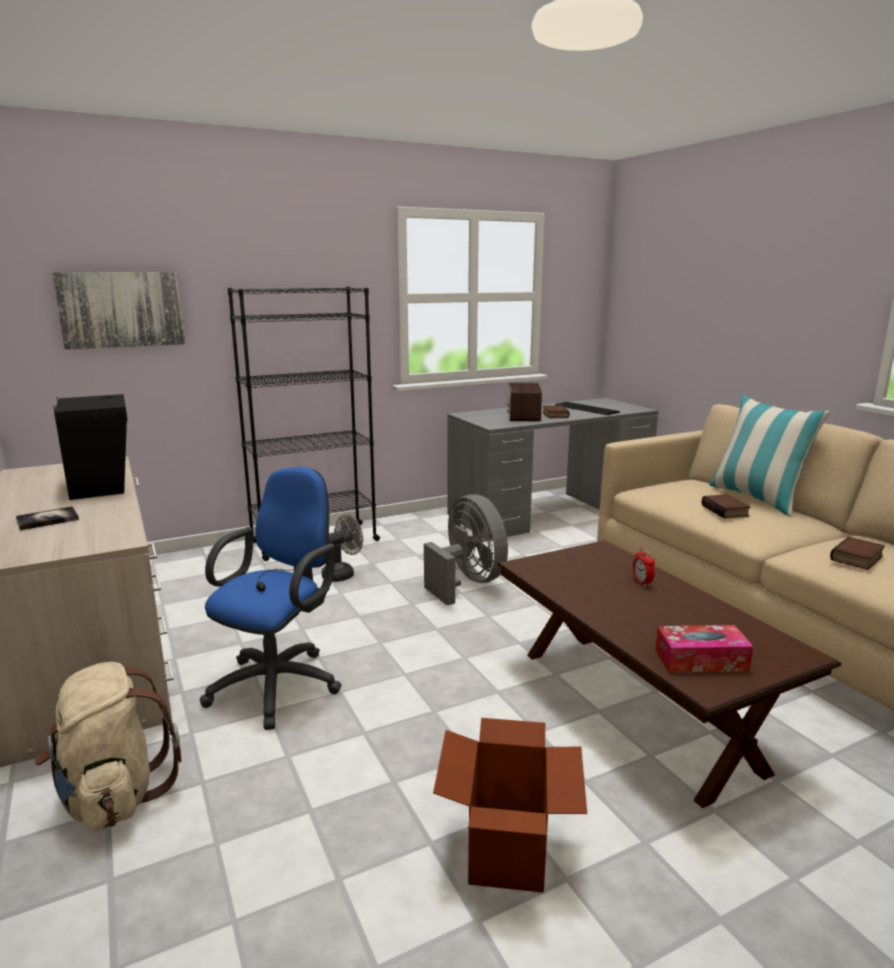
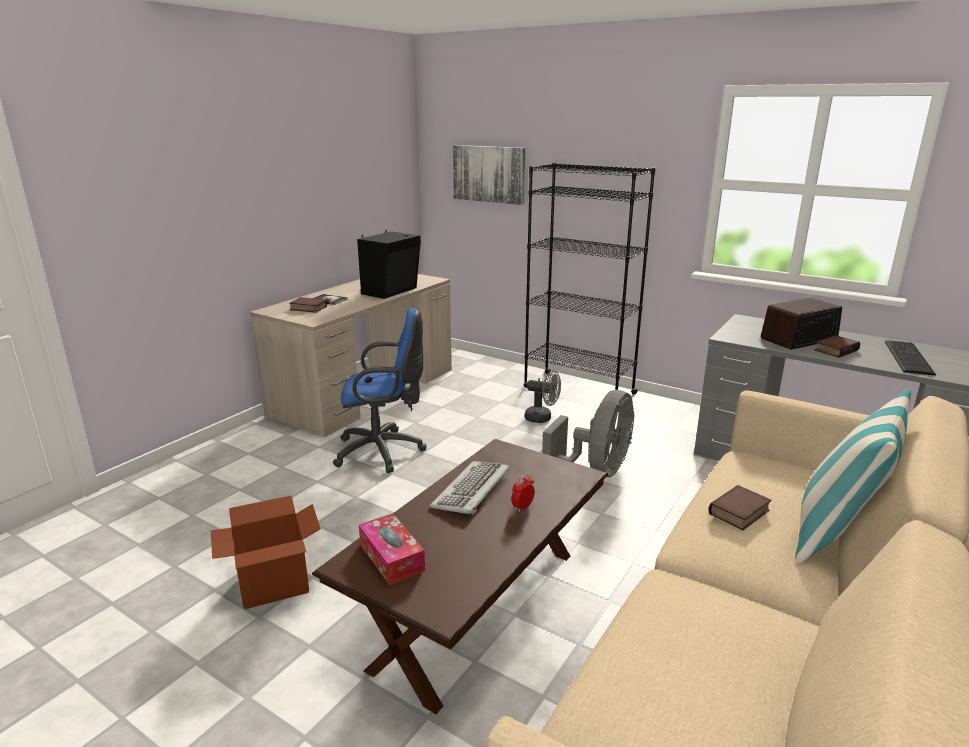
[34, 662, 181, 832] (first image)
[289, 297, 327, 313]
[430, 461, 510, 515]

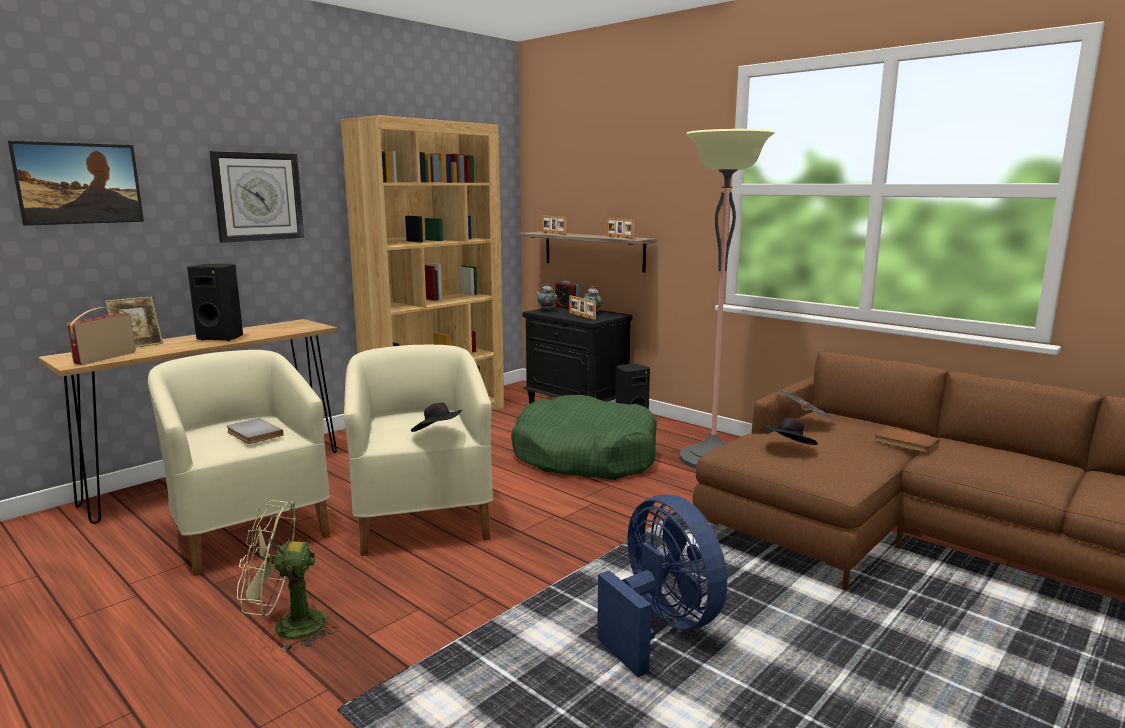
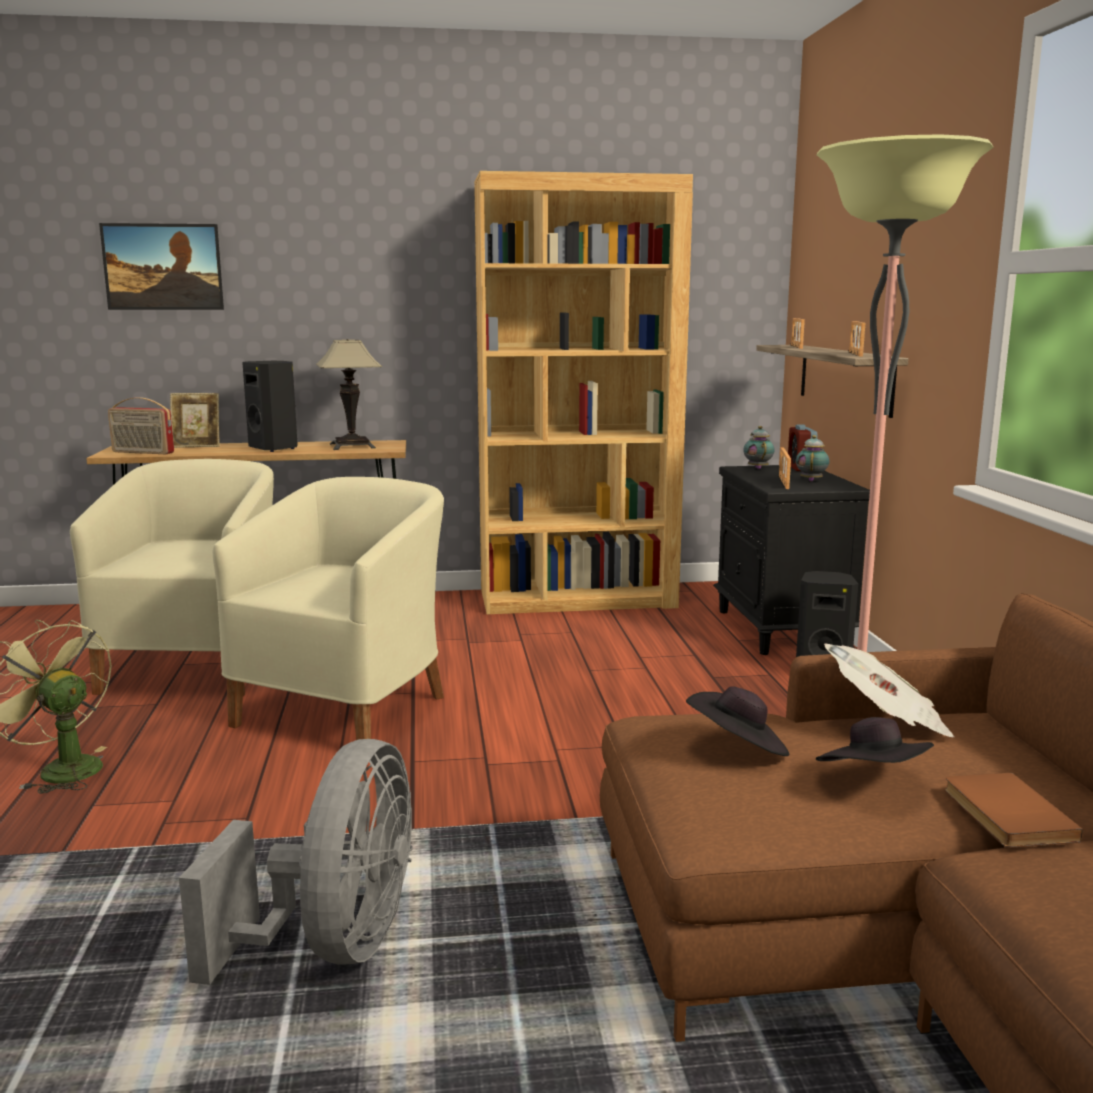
[108, 397, 174, 454]
[209, 151, 304, 243] (first image)
[226, 418, 284, 444] (first image)
[816, 717, 934, 763]
[511, 395, 657, 480] (first image)
[179, 739, 413, 985]
[316, 339, 382, 450]

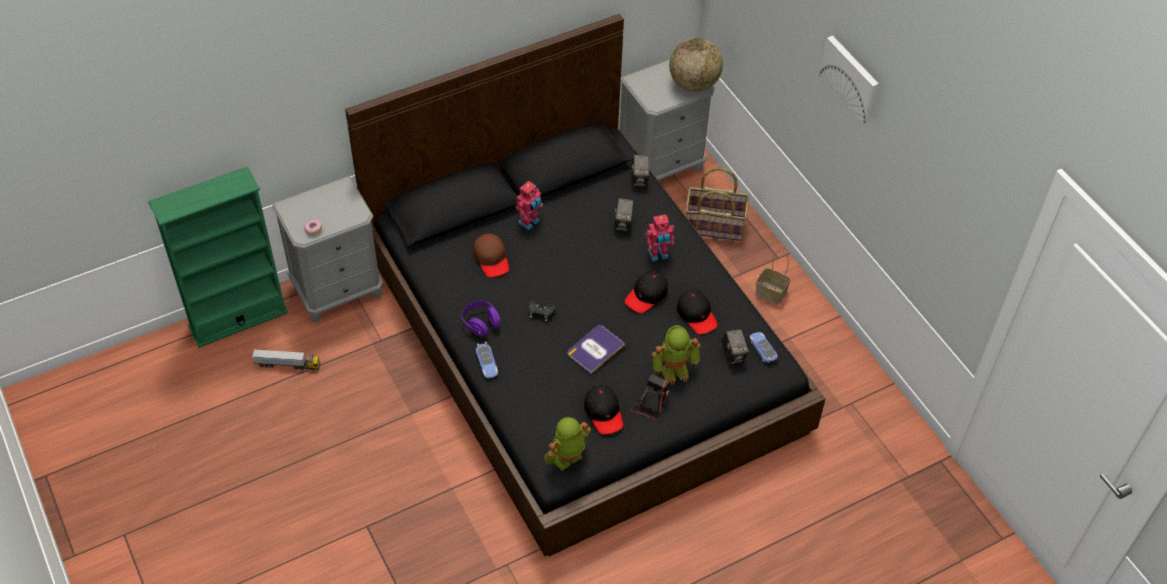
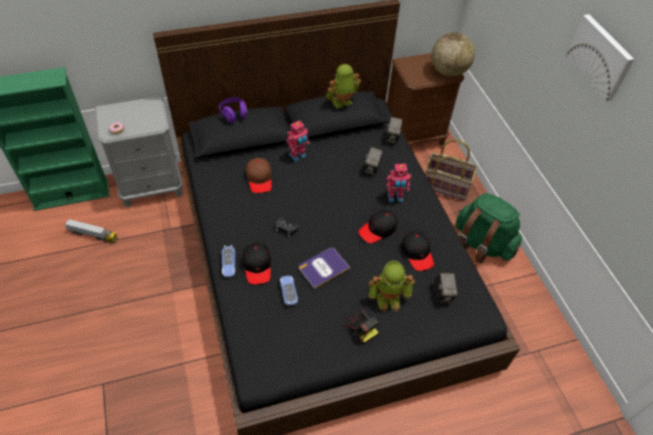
[219, 97, 247, 122]
[326, 64, 361, 109]
[242, 242, 271, 284]
[387, 53, 465, 146]
[343, 309, 379, 344]
[280, 276, 298, 306]
[456, 193, 522, 263]

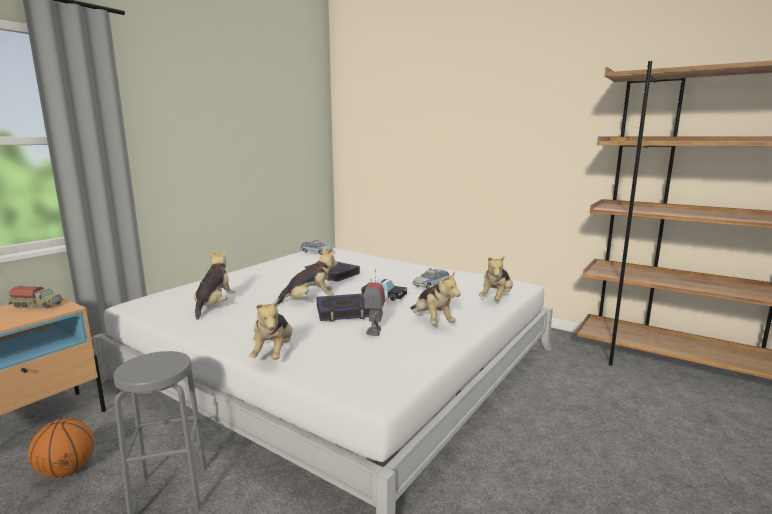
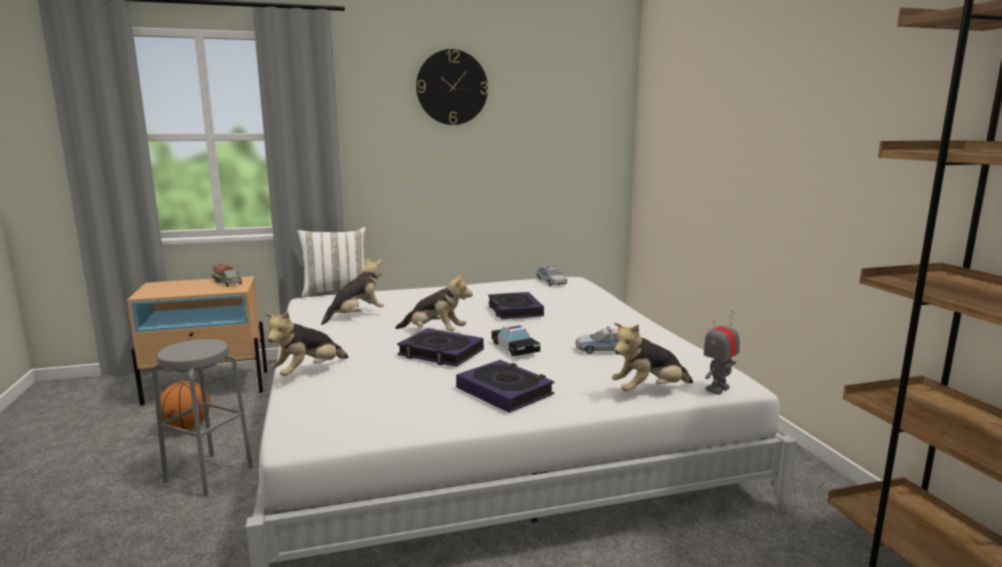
[704, 311, 740, 395]
[456, 360, 554, 413]
[297, 227, 366, 298]
[416, 49, 488, 125]

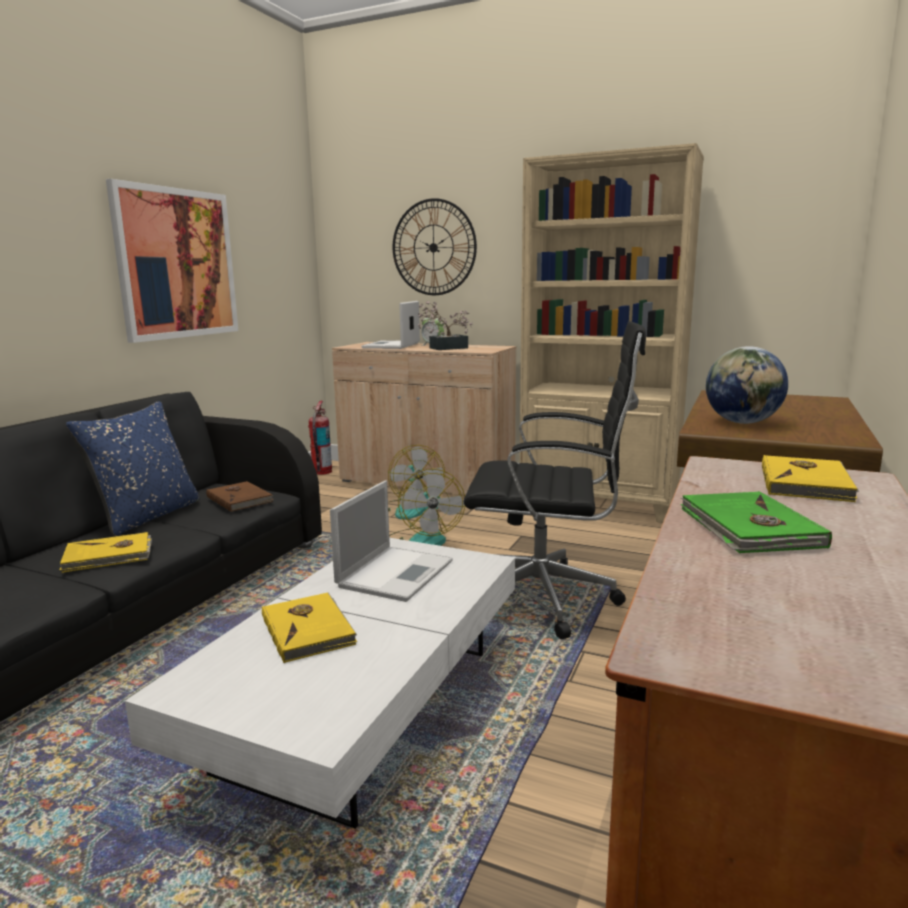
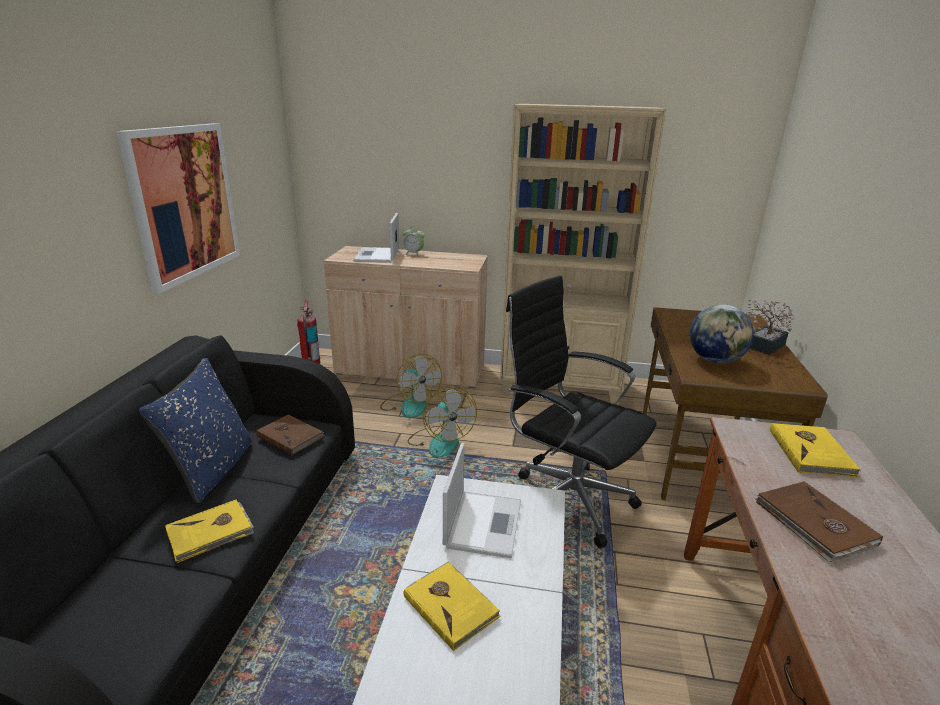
[393, 198, 477, 295] (first image)
[744, 299, 794, 355]
[506, 275, 657, 549]
[756, 481, 883, 562]

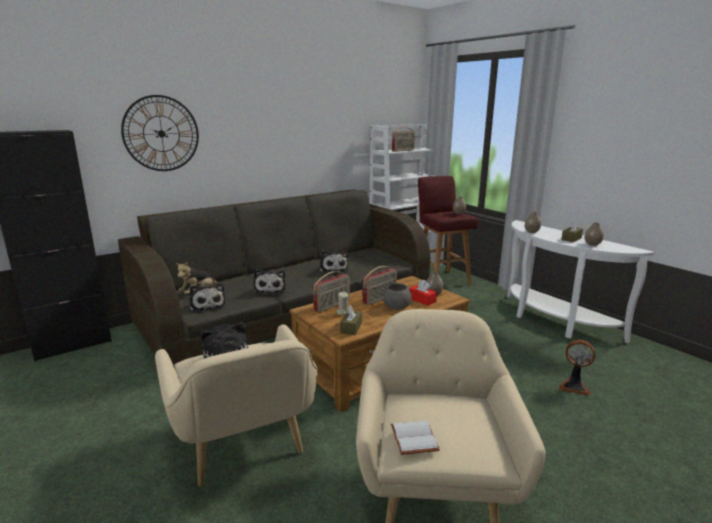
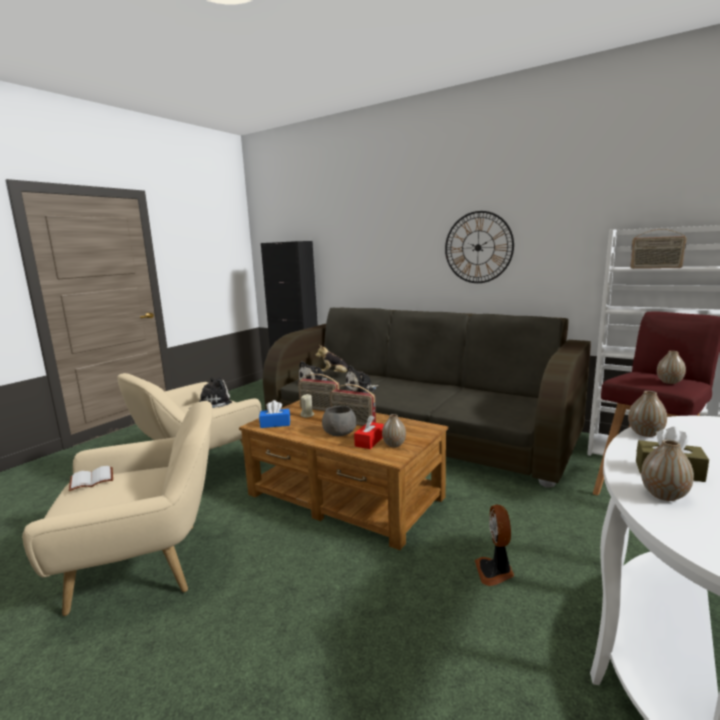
[445, 211, 514, 283]
[320, 250, 348, 274] (first image)
[259, 400, 290, 428]
[475, 505, 514, 586]

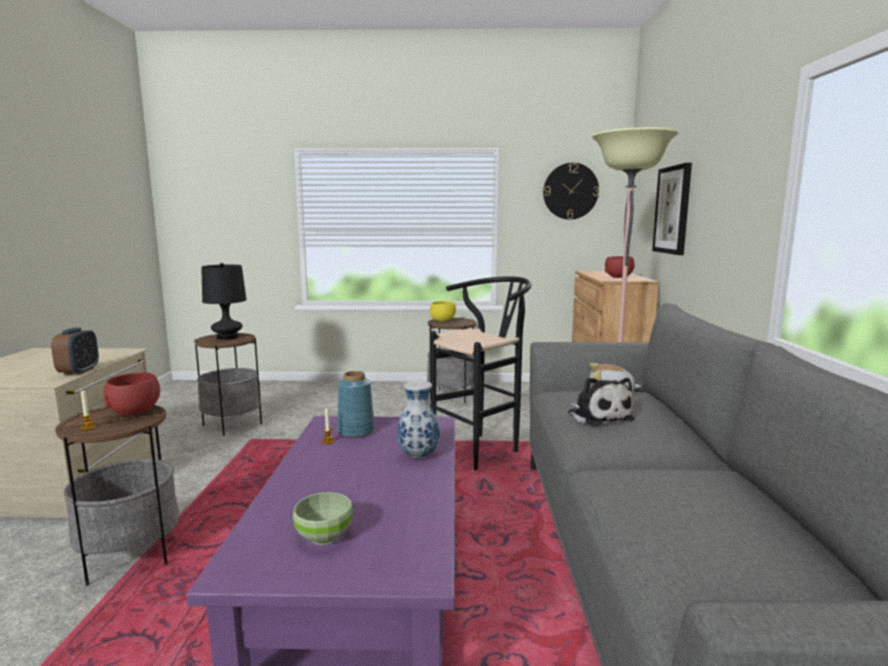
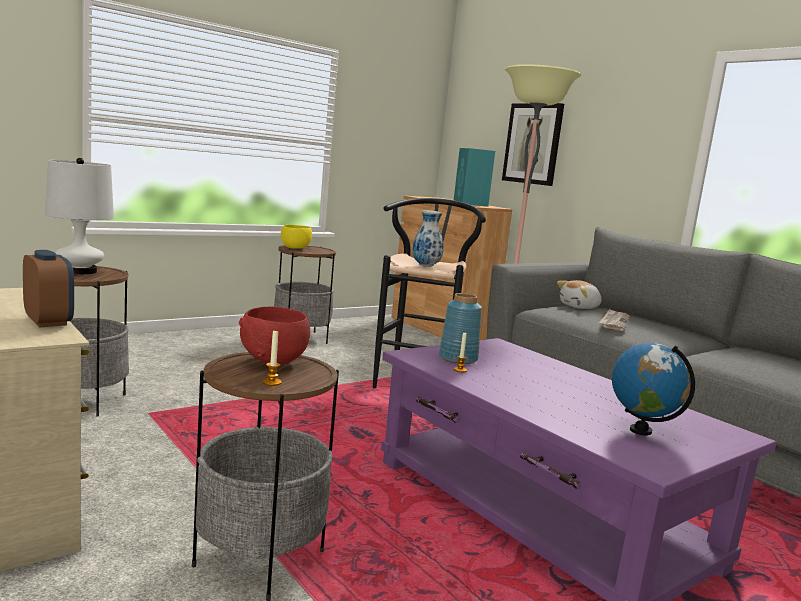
[45, 158, 114, 275]
[612, 343, 695, 435]
[412, 210, 444, 267]
[543, 163, 599, 220] (first image)
[598, 309, 630, 331]
[454, 148, 495, 207]

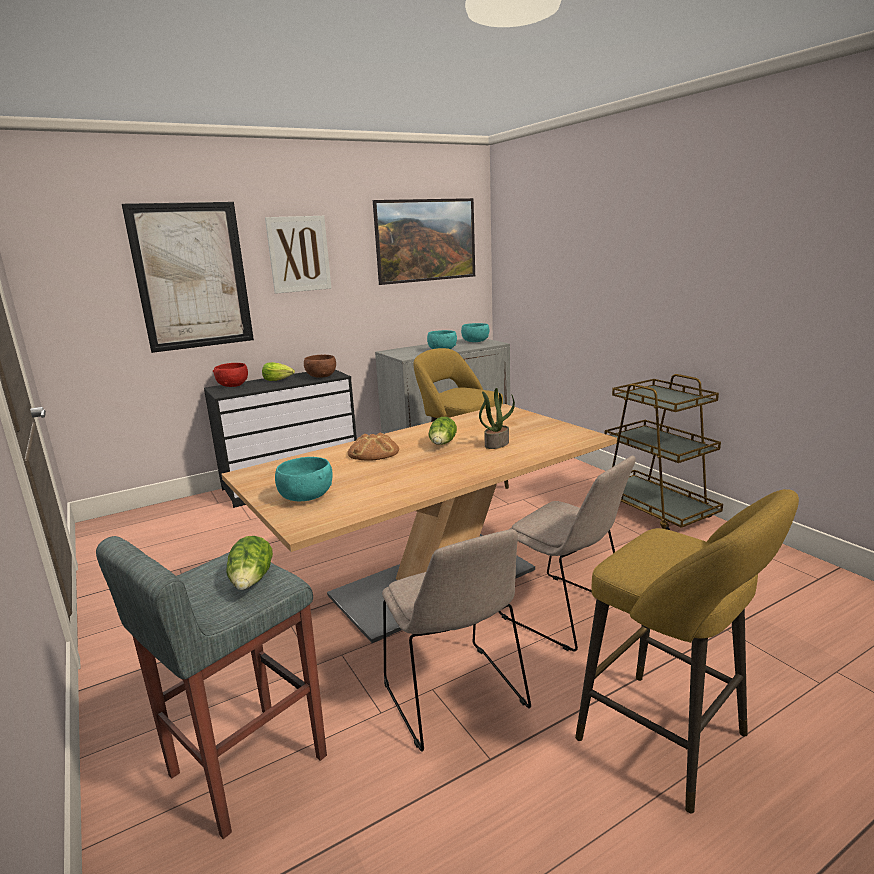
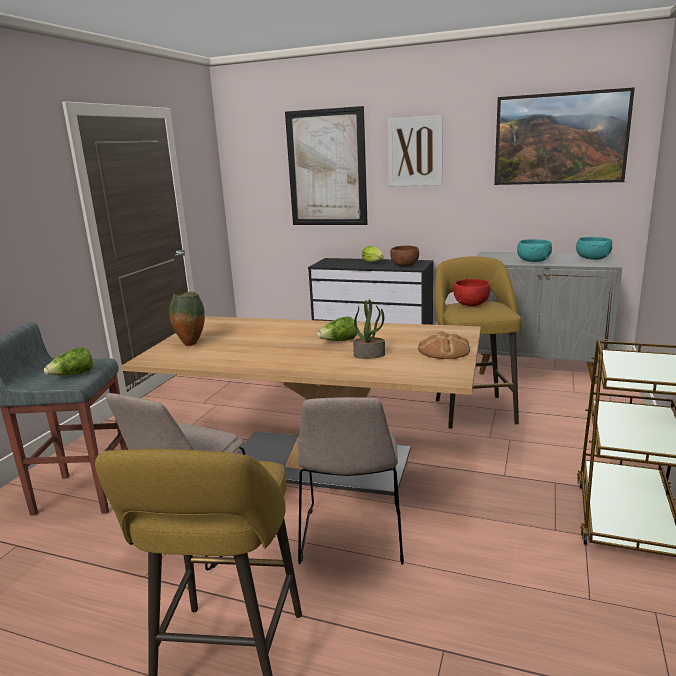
[453, 279, 490, 307]
[169, 292, 205, 346]
[418, 331, 470, 359]

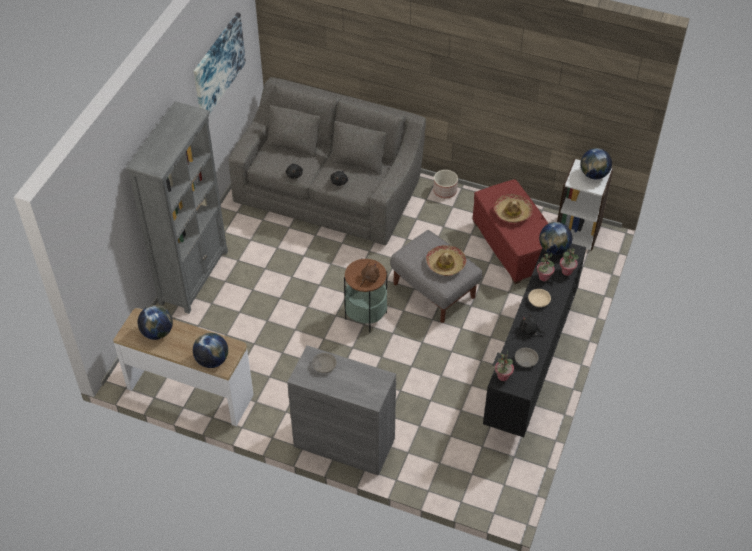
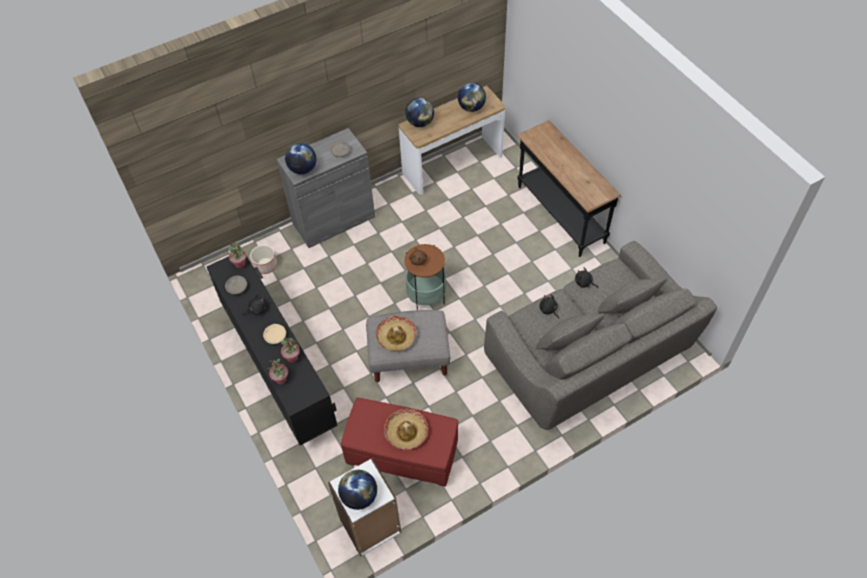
[517, 120, 621, 257]
[194, 13, 246, 115] (first image)
[250, 245, 277, 274]
[285, 143, 316, 174]

